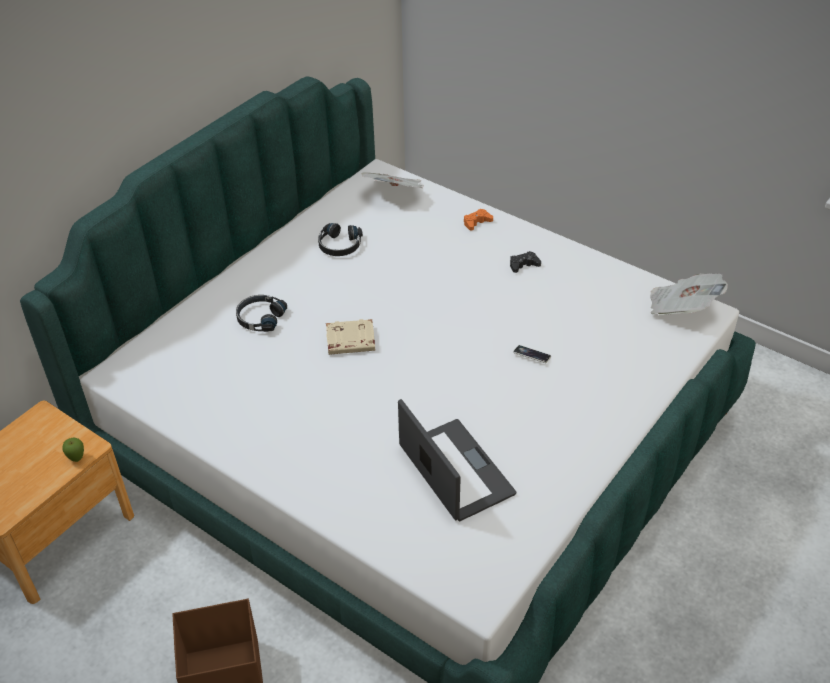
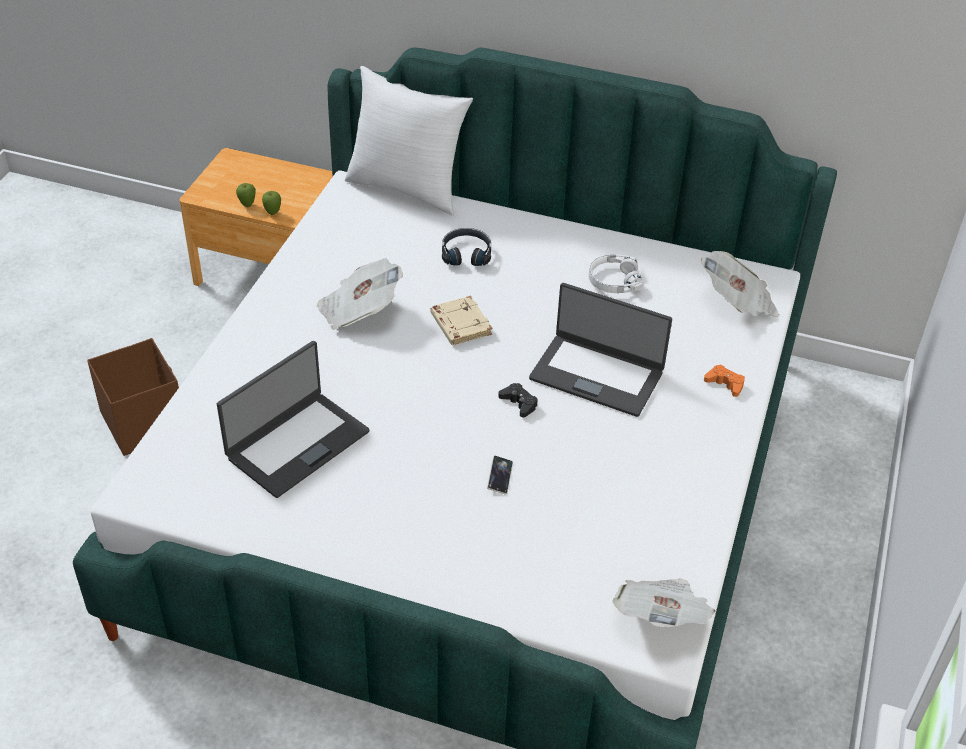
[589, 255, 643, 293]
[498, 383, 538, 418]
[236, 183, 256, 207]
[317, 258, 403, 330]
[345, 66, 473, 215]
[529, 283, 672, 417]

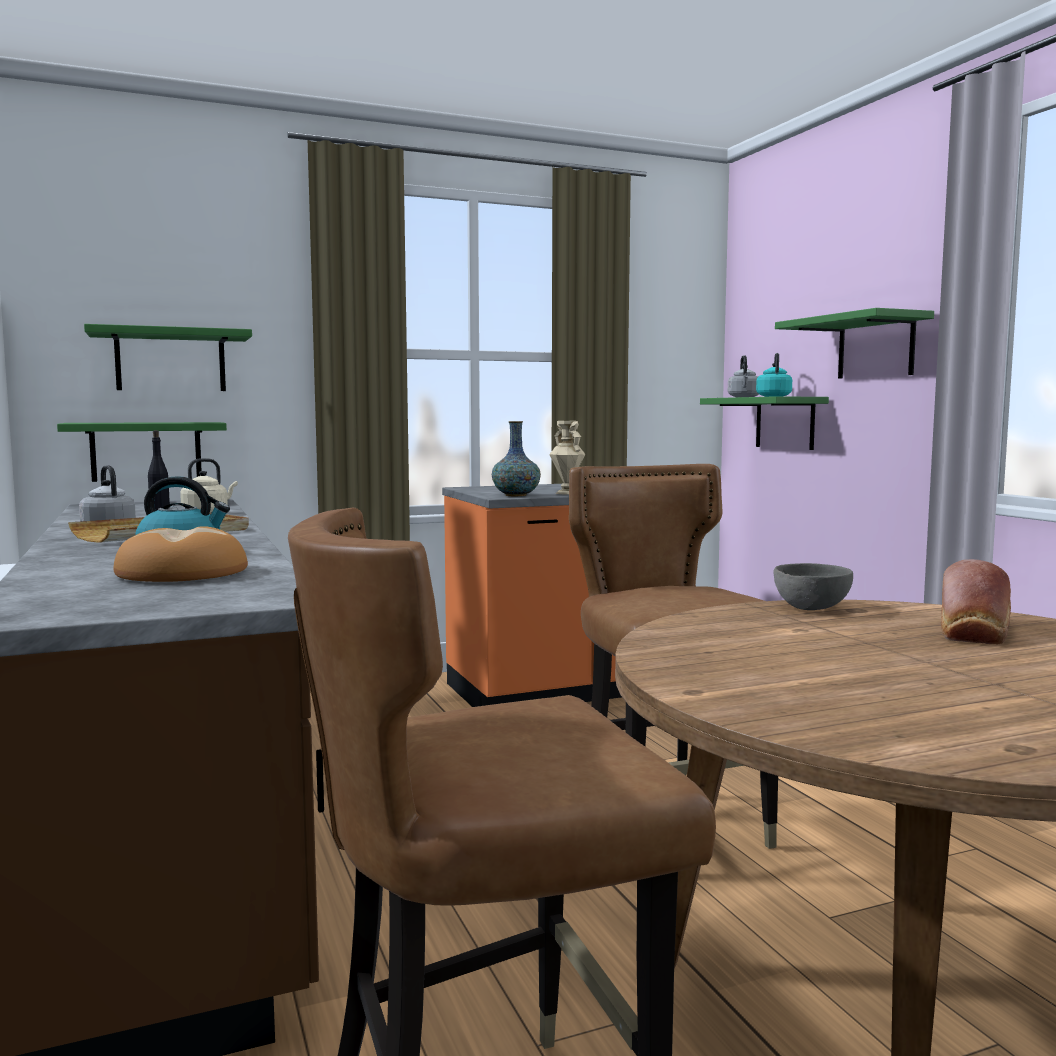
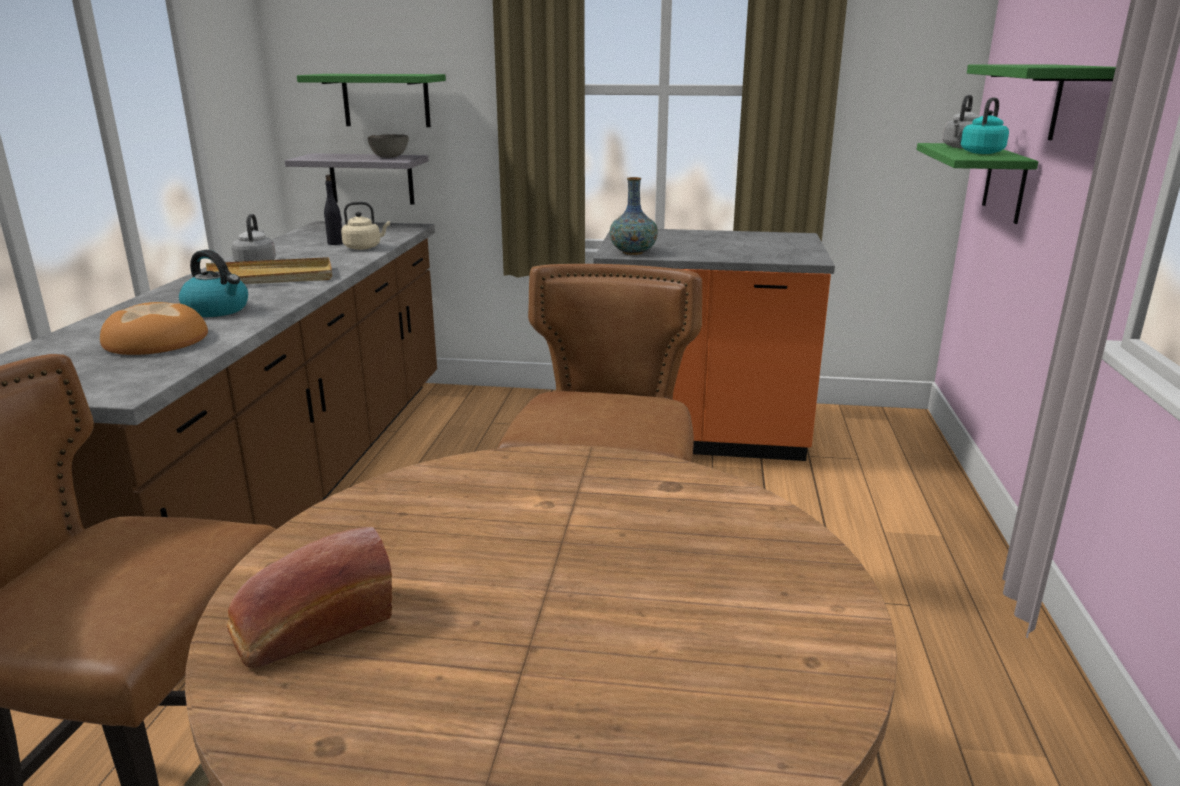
[285, 153, 429, 205]
[549, 421, 585, 495] (first image)
[368, 134, 409, 158]
[227, 527, 392, 668]

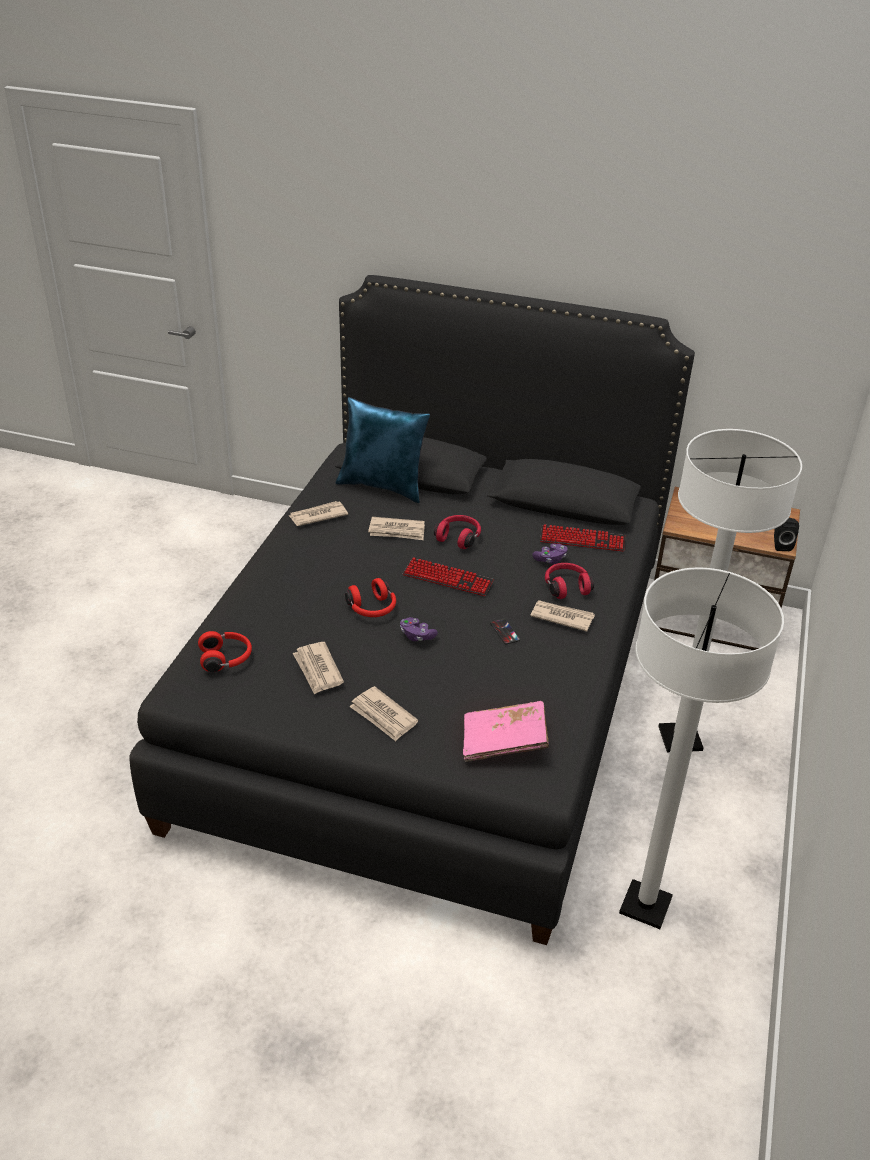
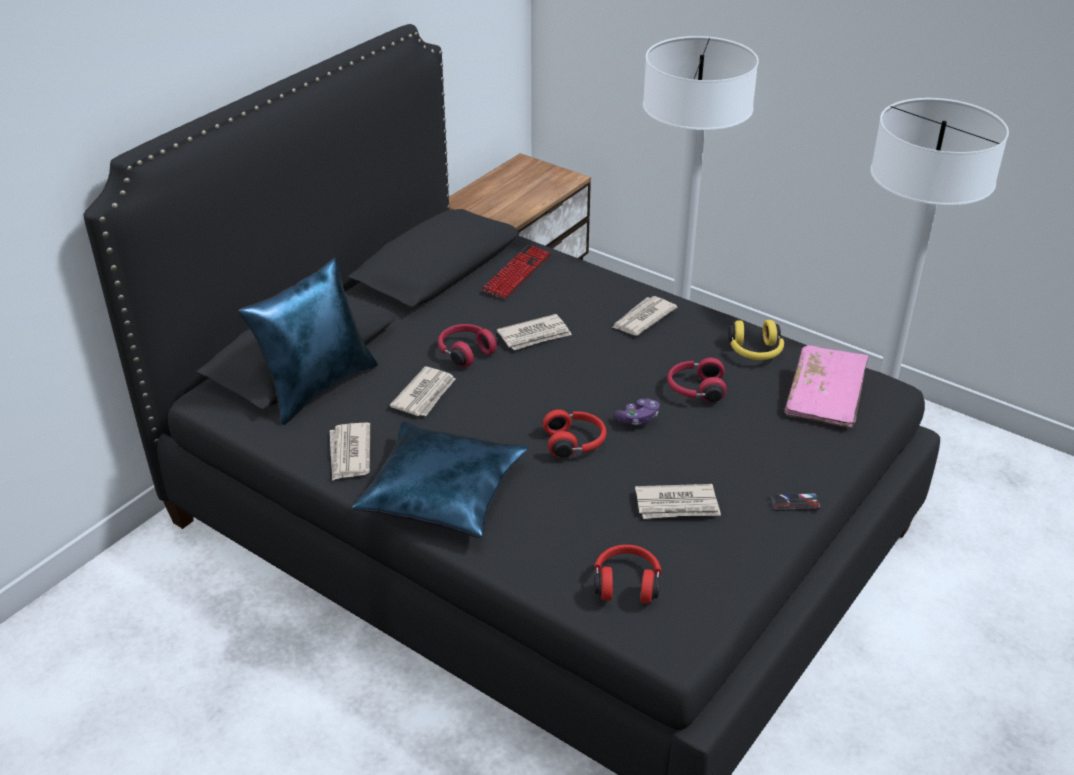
[497, 314, 572, 350]
[403, 557, 494, 596] (first image)
[769, 493, 821, 511]
[532, 544, 568, 564] (first image)
[667, 358, 727, 402]
[774, 518, 799, 551] (first image)
[352, 421, 528, 538]
[728, 320, 784, 360]

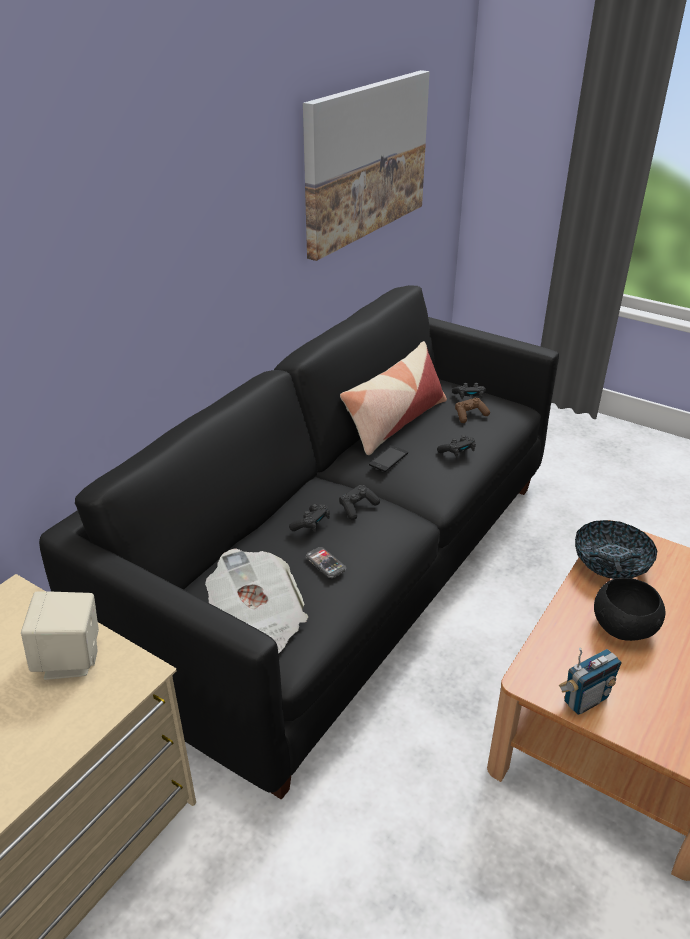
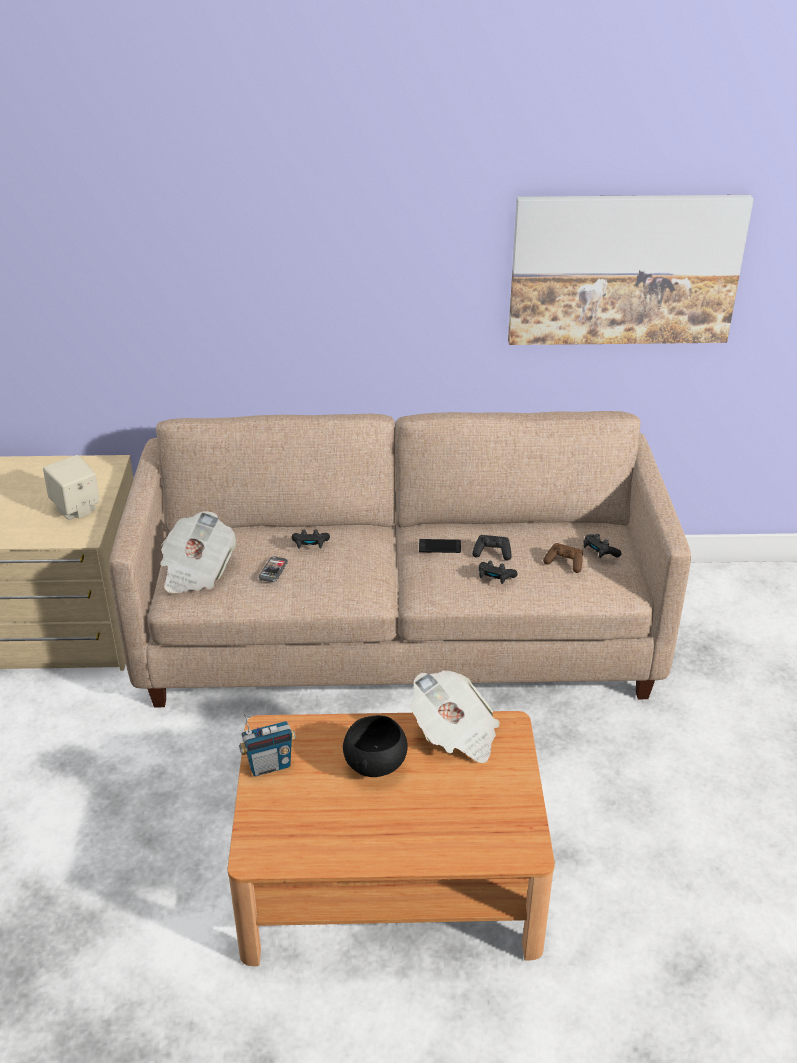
[109, 411, 691, 707]
[472, 535, 512, 561]
[340, 341, 447, 455] (first image)
[239, 713, 296, 776]
[410, 670, 500, 763]

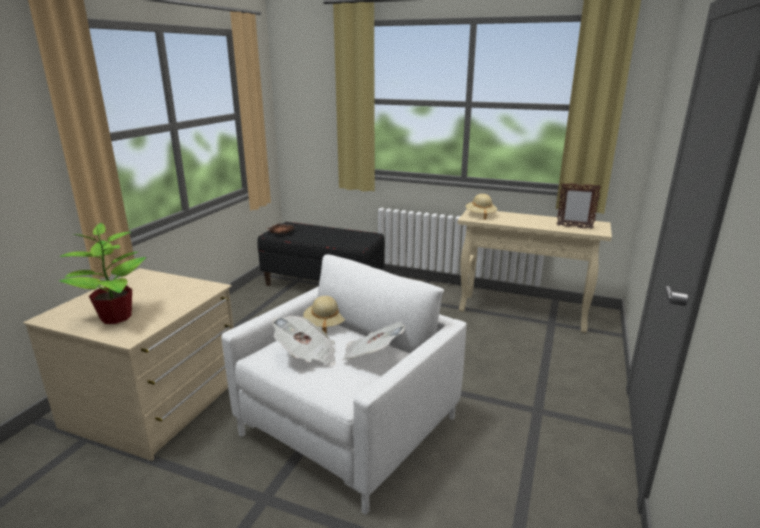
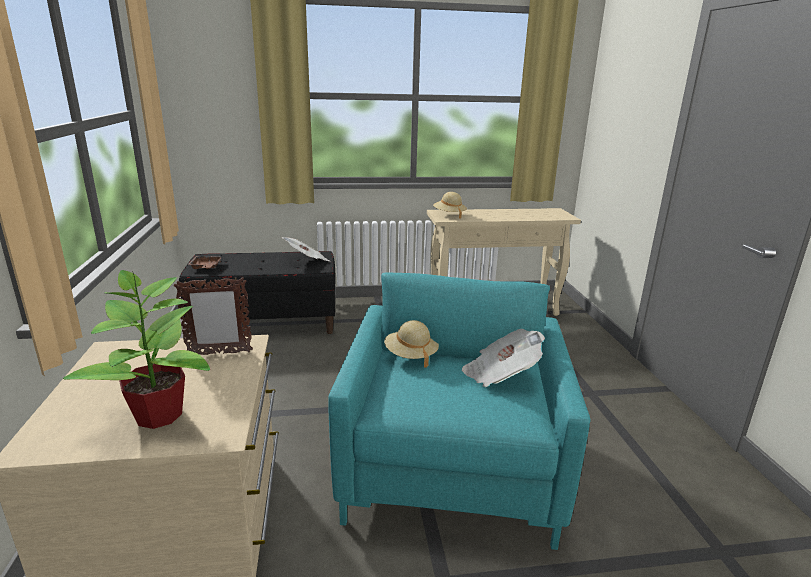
[328, 273, 590, 550]
[281, 237, 329, 261]
[174, 277, 253, 355]

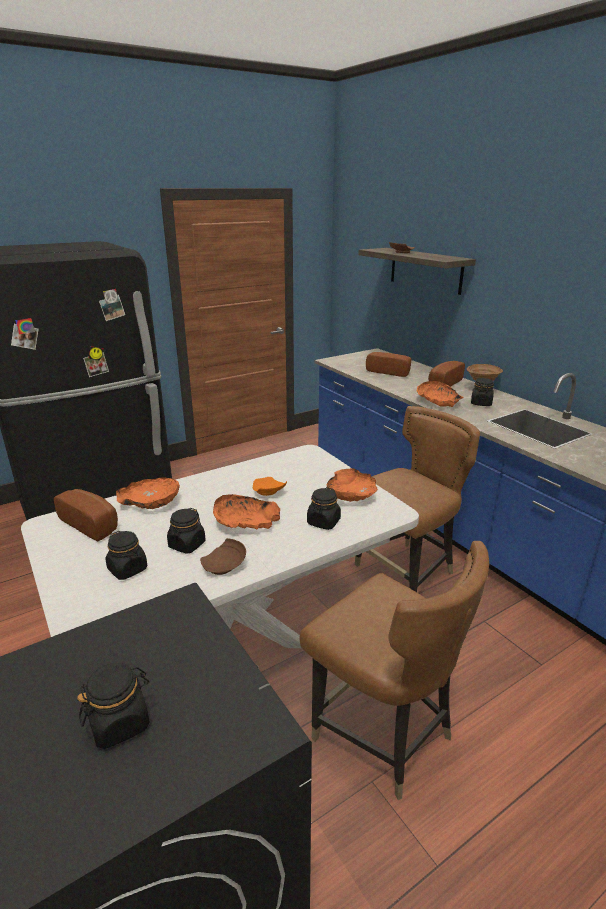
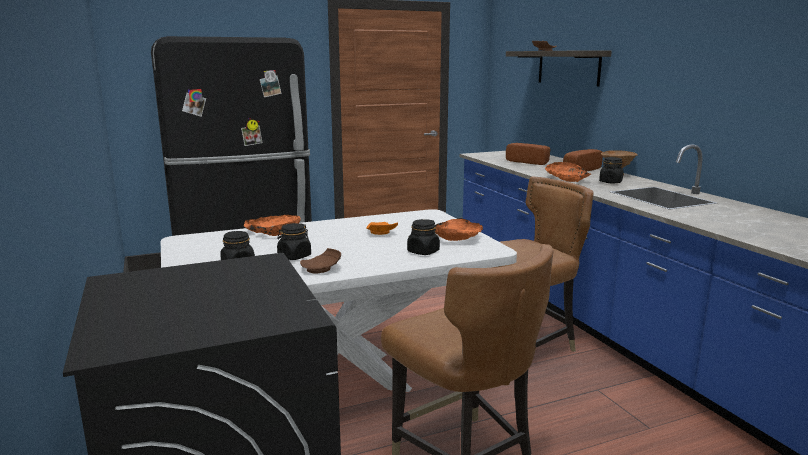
[54, 489, 118, 541] (first image)
[77, 663, 150, 749] (first image)
[213, 494, 280, 529] (first image)

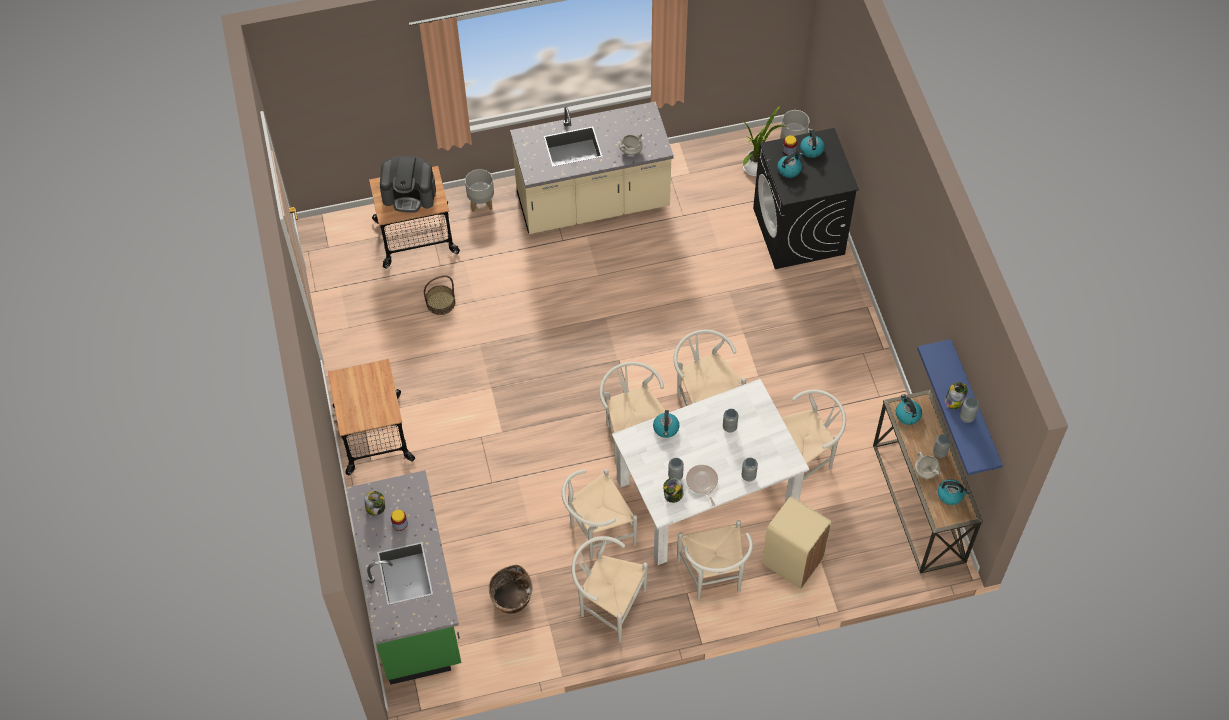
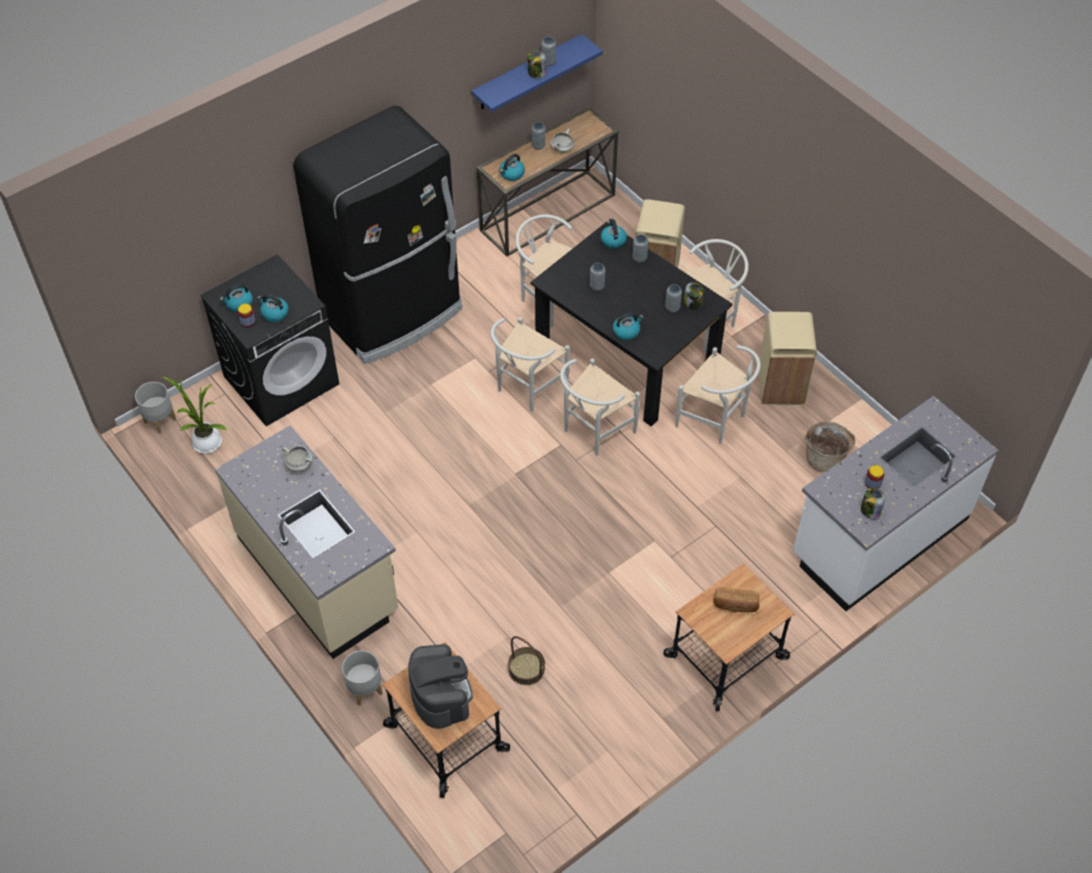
[793, 396, 999, 611]
[759, 312, 817, 406]
[530, 222, 733, 426]
[686, 465, 718, 506] (first image)
[601, 218, 627, 249]
[293, 106, 462, 364]
[714, 587, 760, 612]

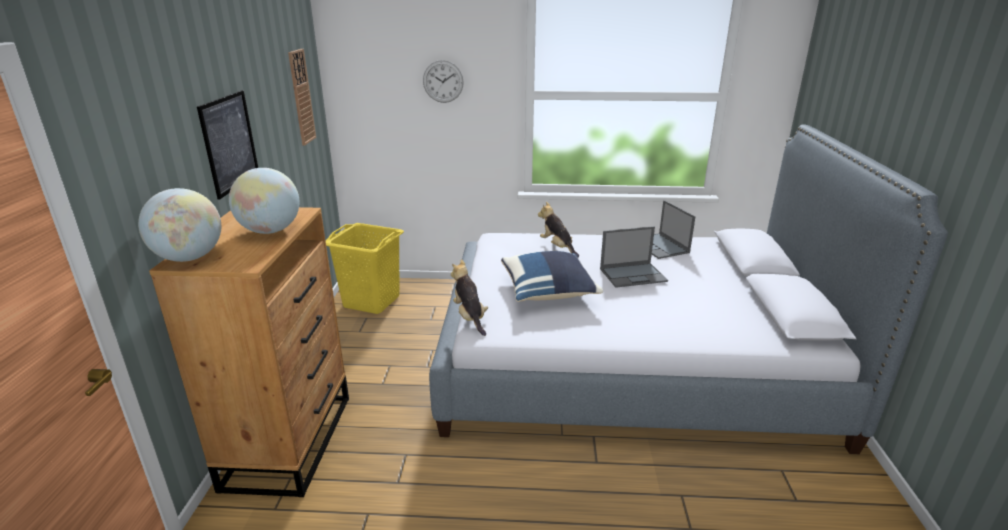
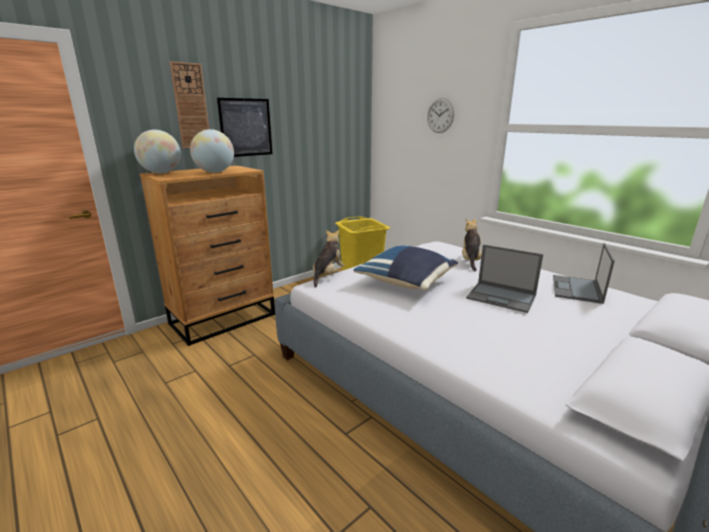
[170, 61, 209, 148]

